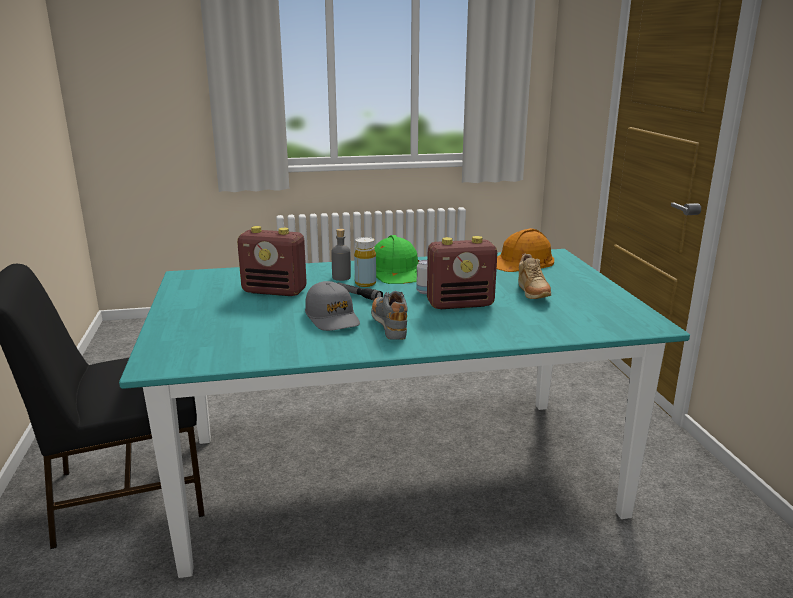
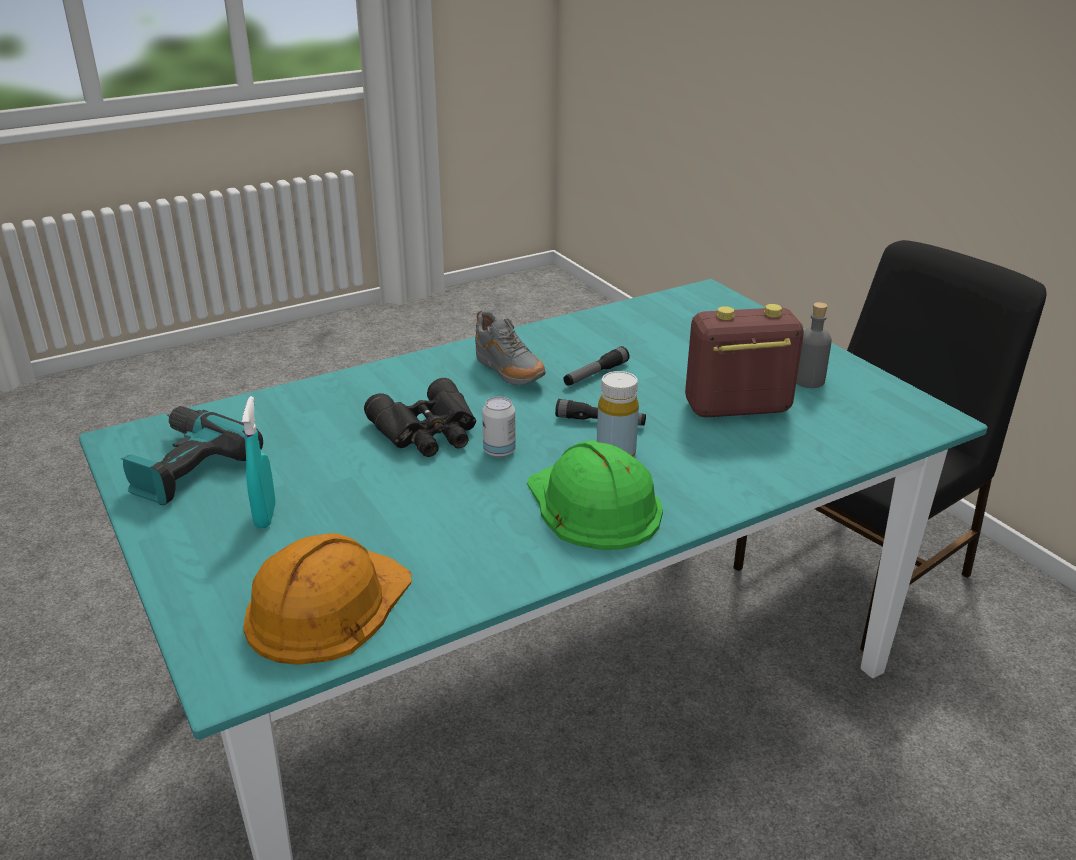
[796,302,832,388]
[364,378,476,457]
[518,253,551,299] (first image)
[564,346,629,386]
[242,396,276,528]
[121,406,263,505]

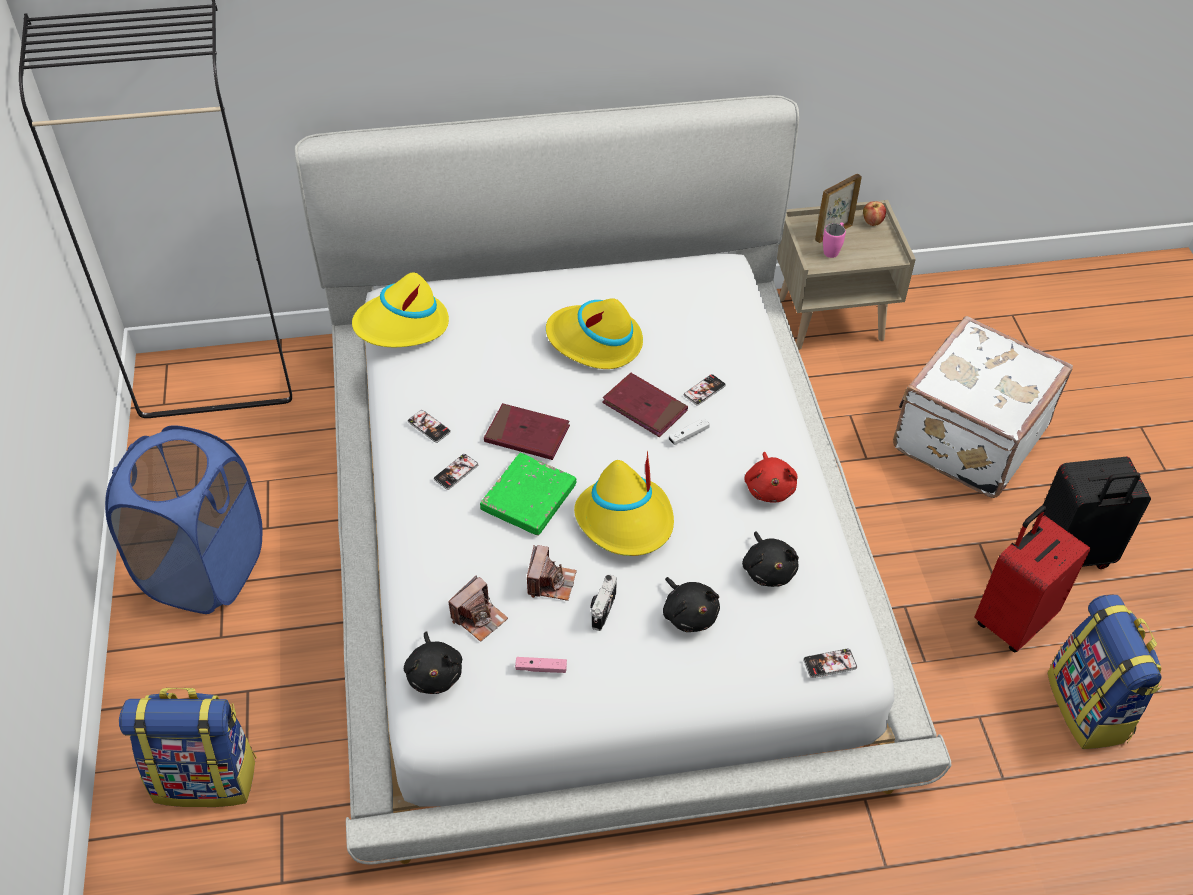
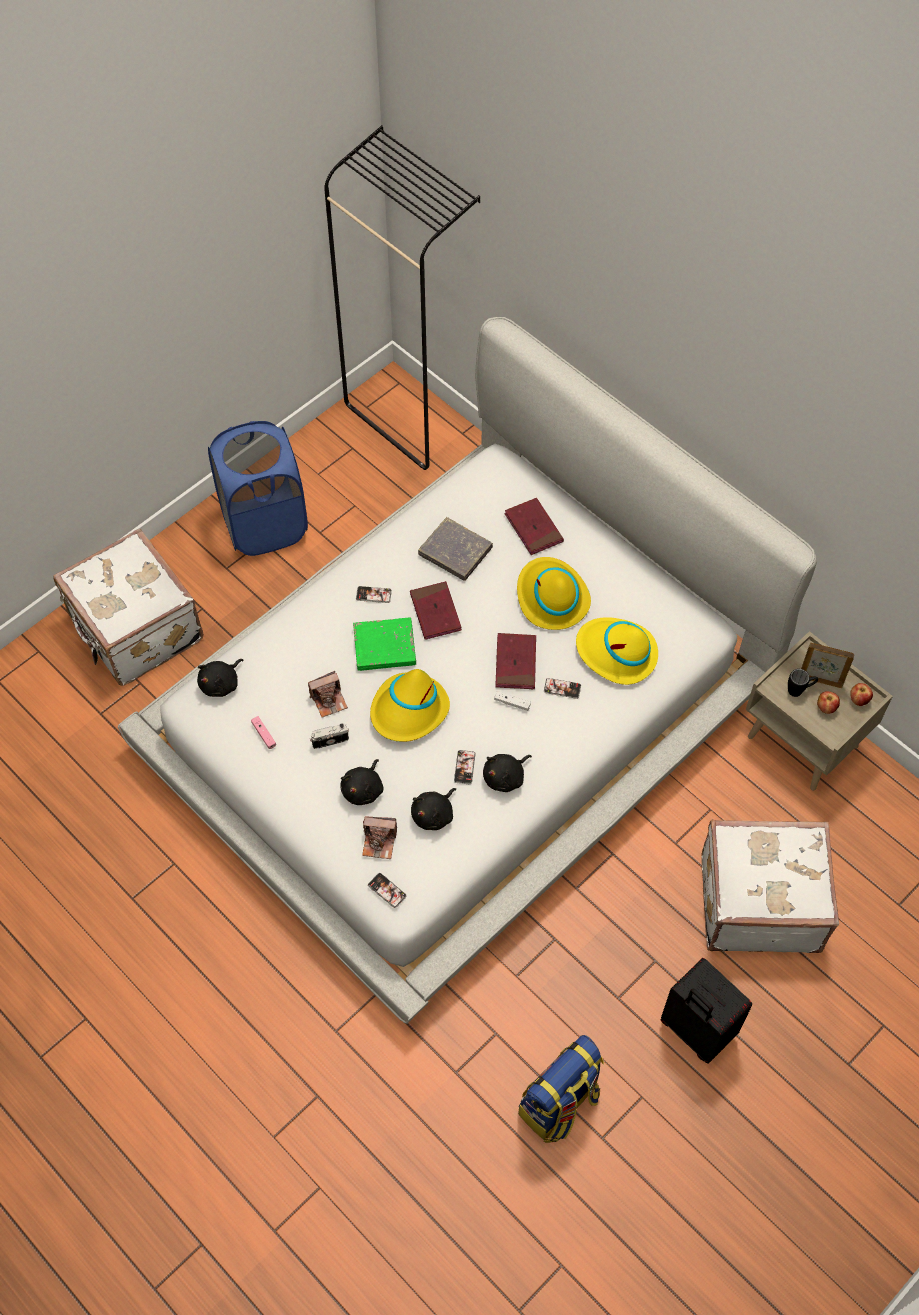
[788,669,818,697]
[576,617,658,685]
[454,750,476,784]
[483,754,532,792]
[974,505,1091,652] (first image)
[362,817,397,859]
[54,528,204,686]
[504,498,564,555]
[418,517,493,581]
[817,691,840,714]

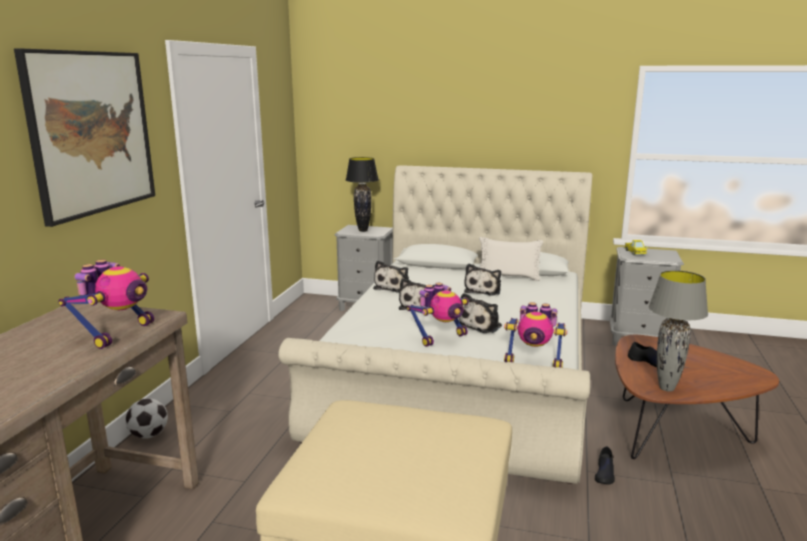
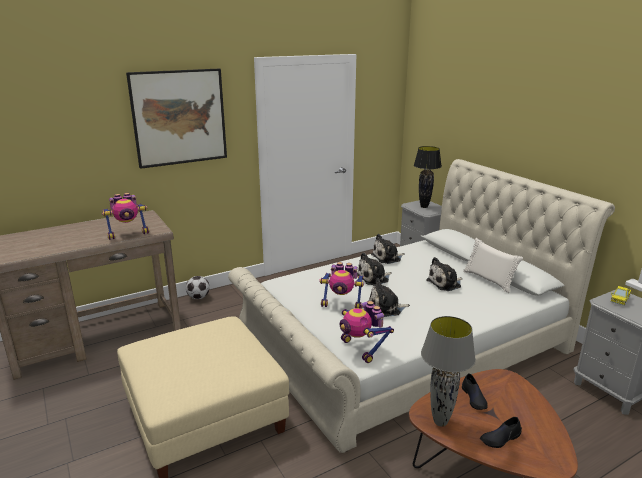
[480,417,522,448]

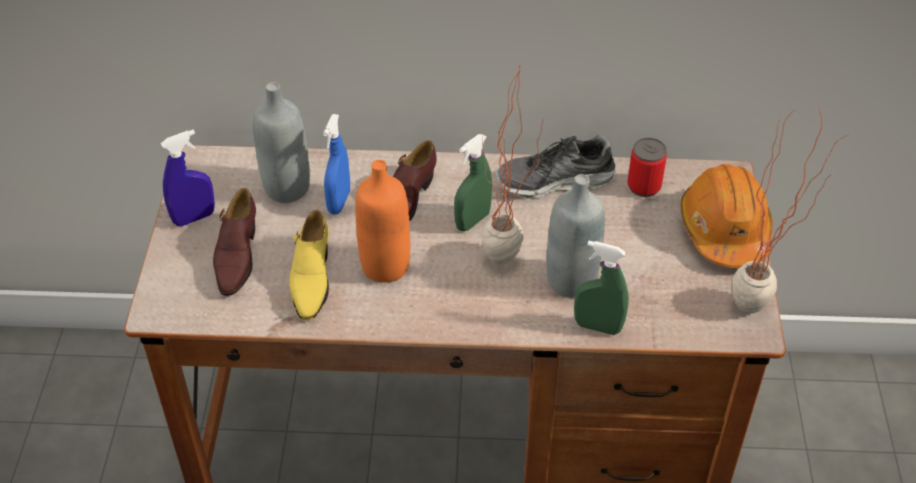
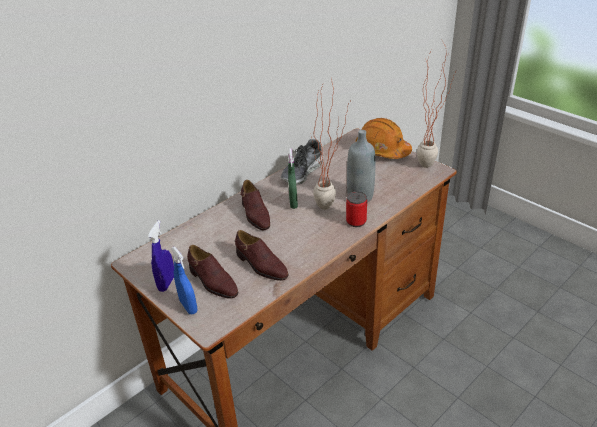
[253,82,310,203] (first image)
[171,246,197,314]
[346,191,367,227]
[355,160,410,283] (first image)
[235,230,289,281]
[574,241,629,335] (first image)

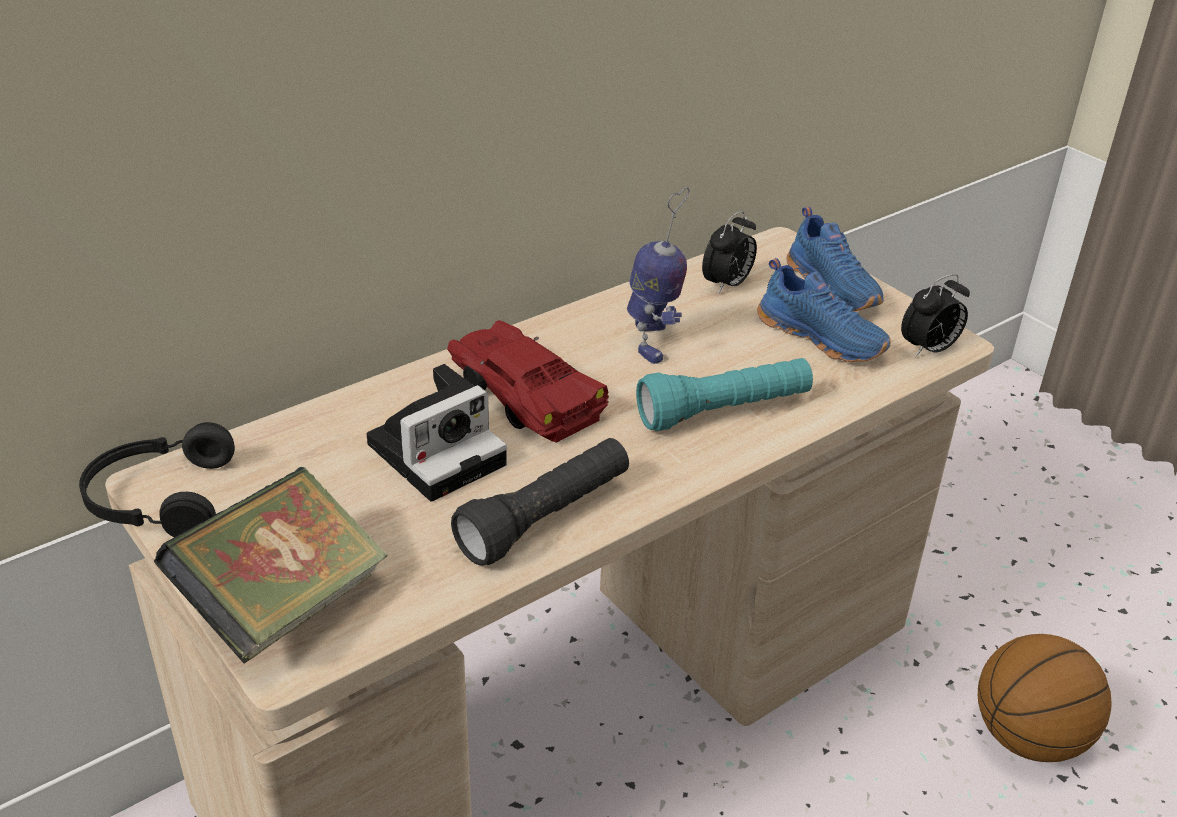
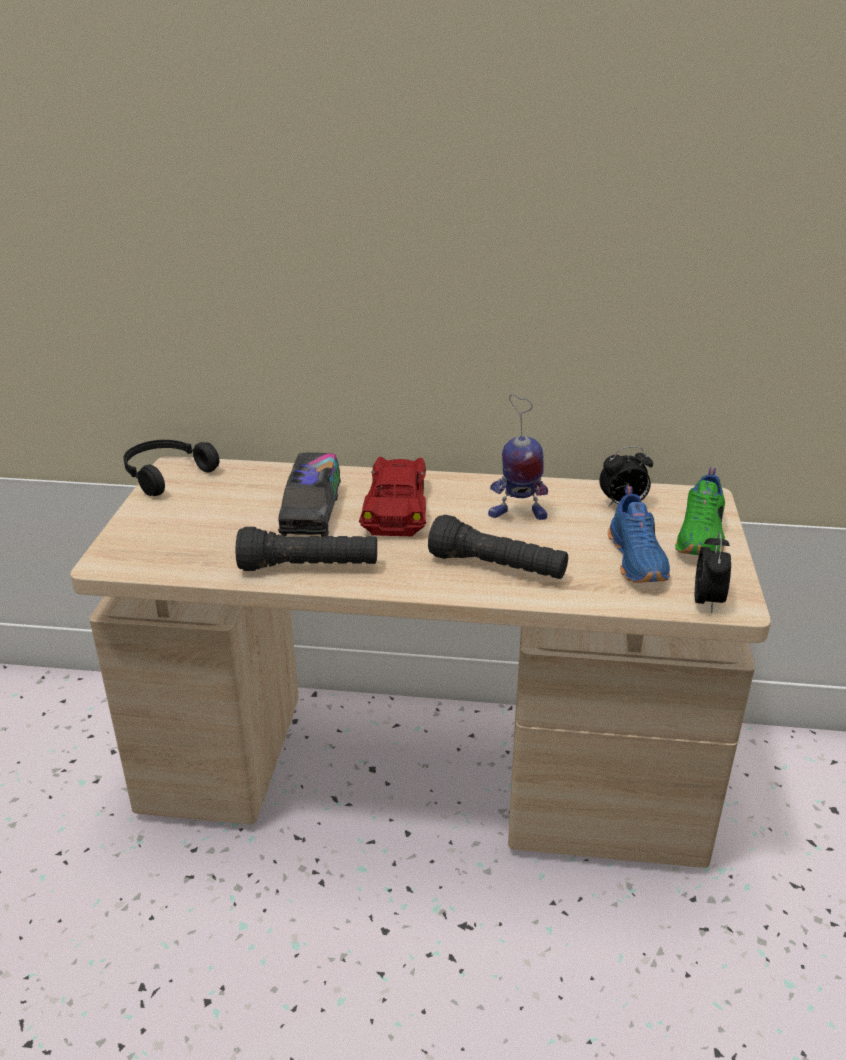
[488,394,548,520]
[675,467,725,555]
[695,532,731,613]
[428,515,568,579]
[278,453,341,537]
[154,467,388,664] (first image)
[978,634,1112,762] (first image)

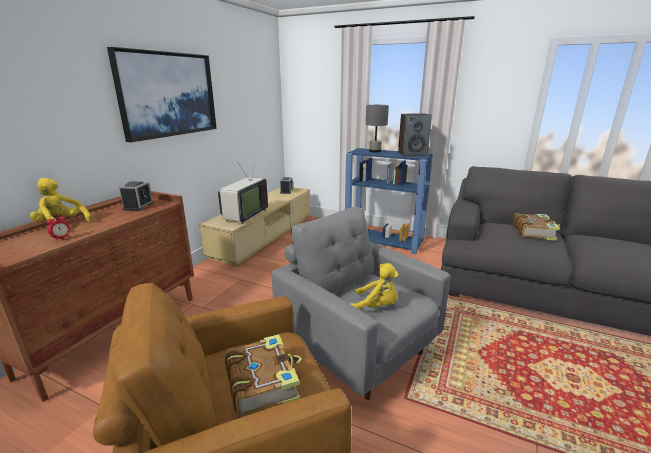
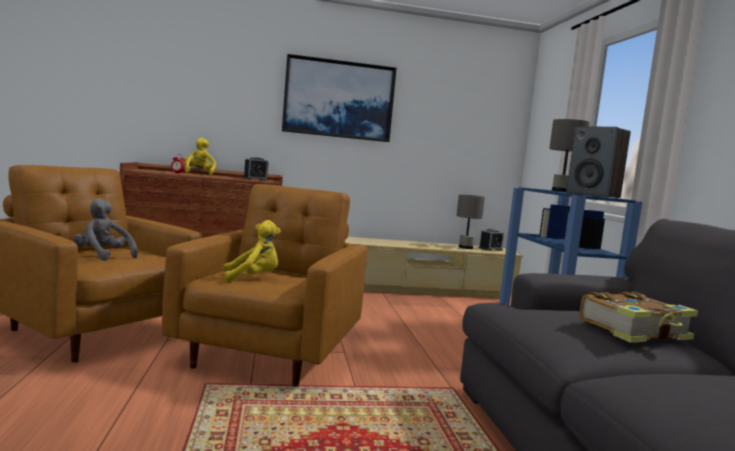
[218,153,268,224] (first image)
[162,184,367,387]
[223,220,281,282]
[73,198,138,261]
[457,194,485,249]

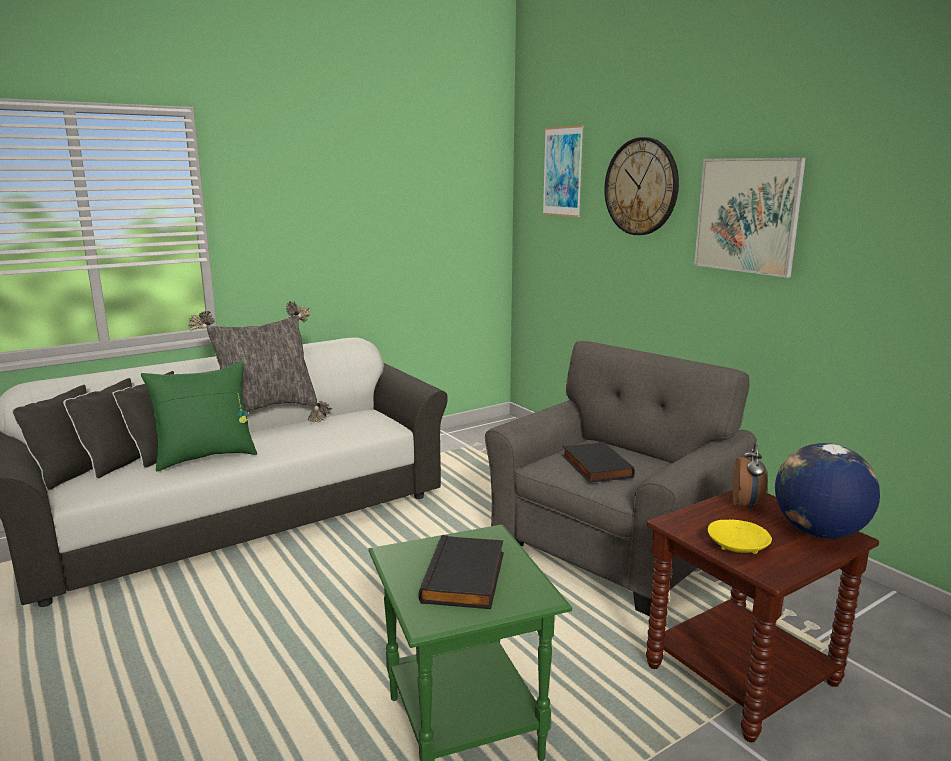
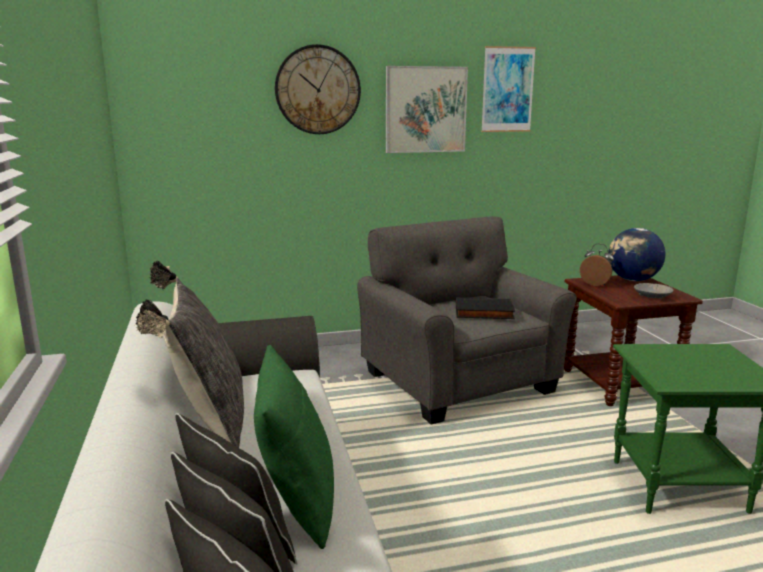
[481,46,536,132]
[634,283,674,299]
[419,535,504,609] (first image)

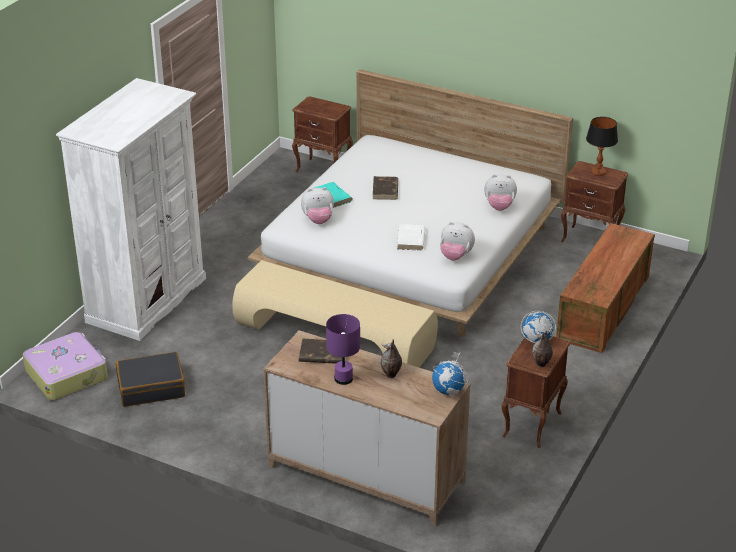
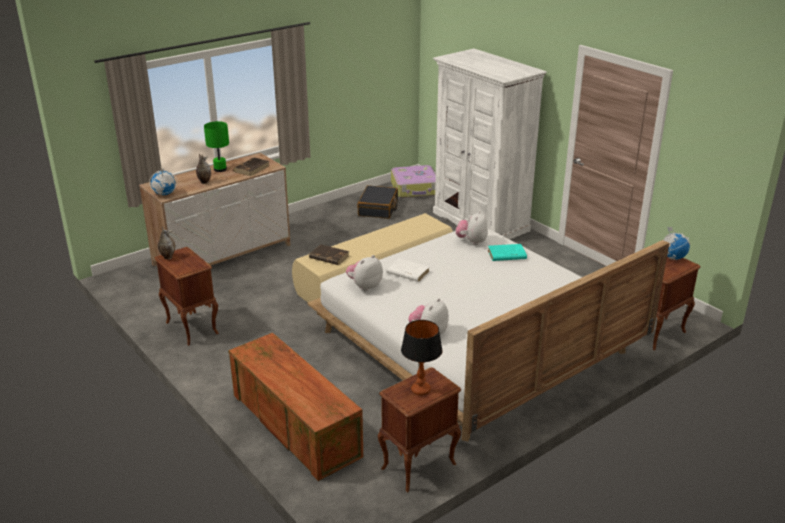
[309,244,349,265]
[664,227,690,260]
[204,121,229,172]

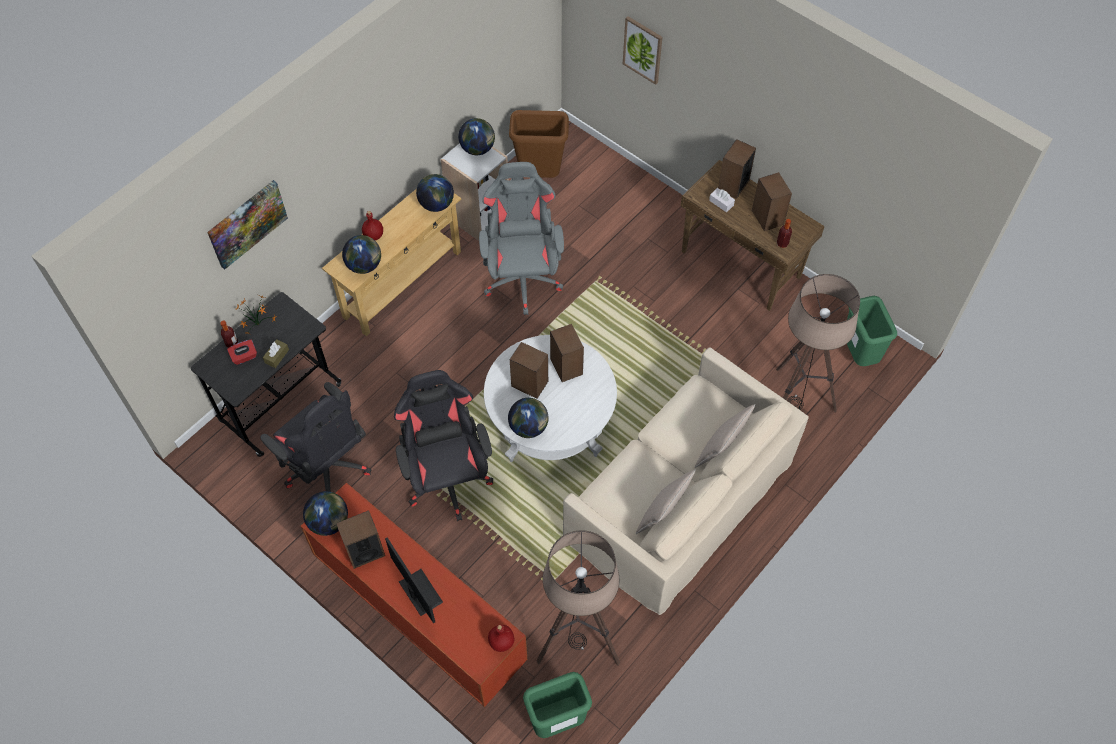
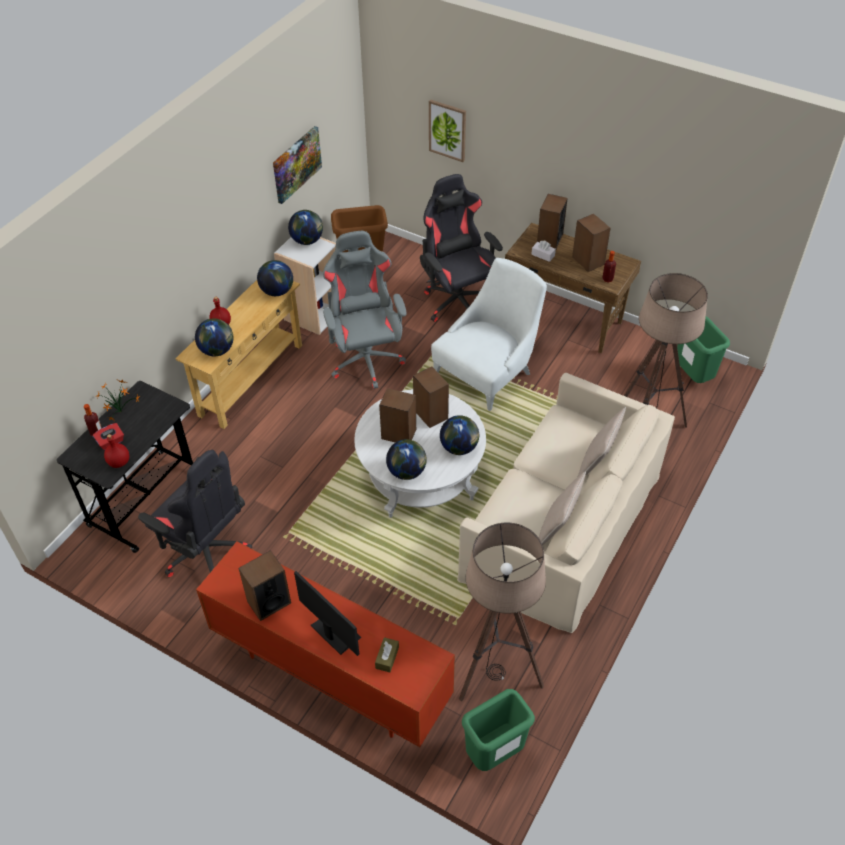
[273,126,322,204]
[375,637,399,672]
[420,174,503,322]
[440,415,479,455]
[104,434,129,468]
[431,258,547,411]

